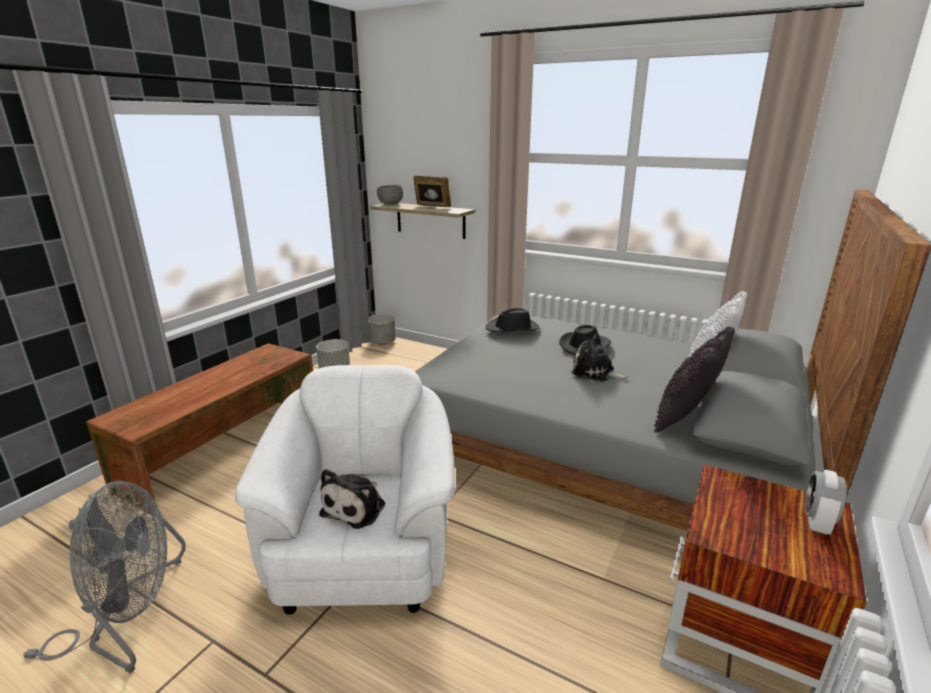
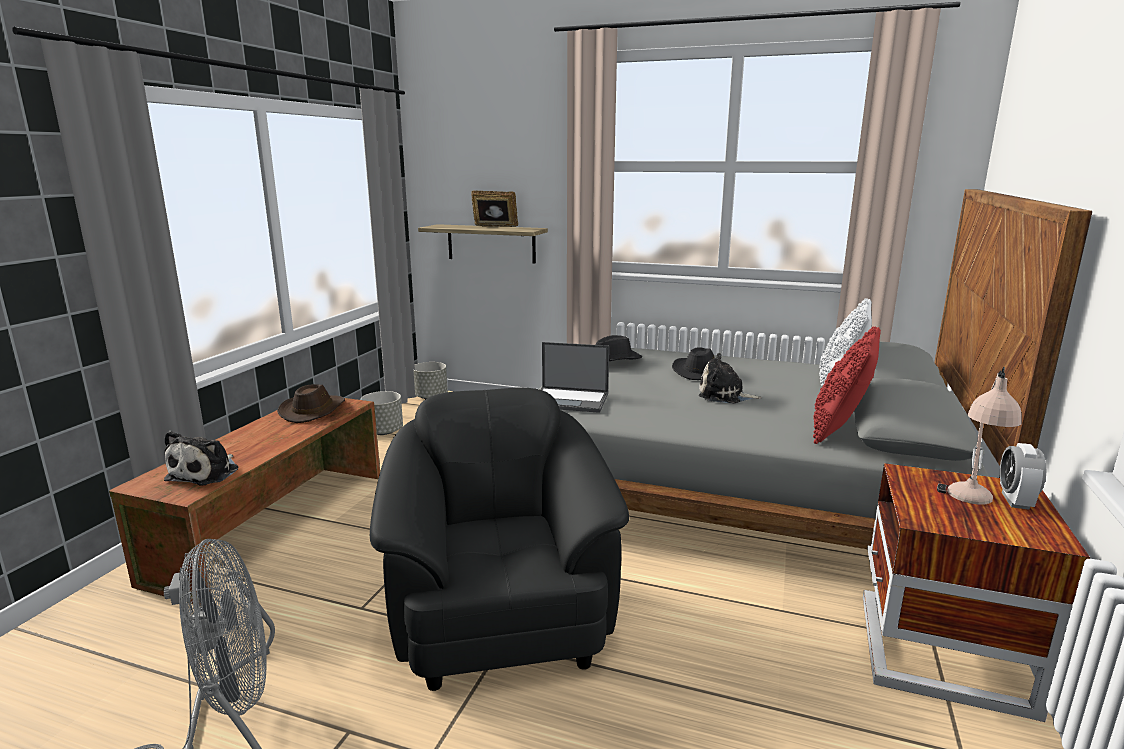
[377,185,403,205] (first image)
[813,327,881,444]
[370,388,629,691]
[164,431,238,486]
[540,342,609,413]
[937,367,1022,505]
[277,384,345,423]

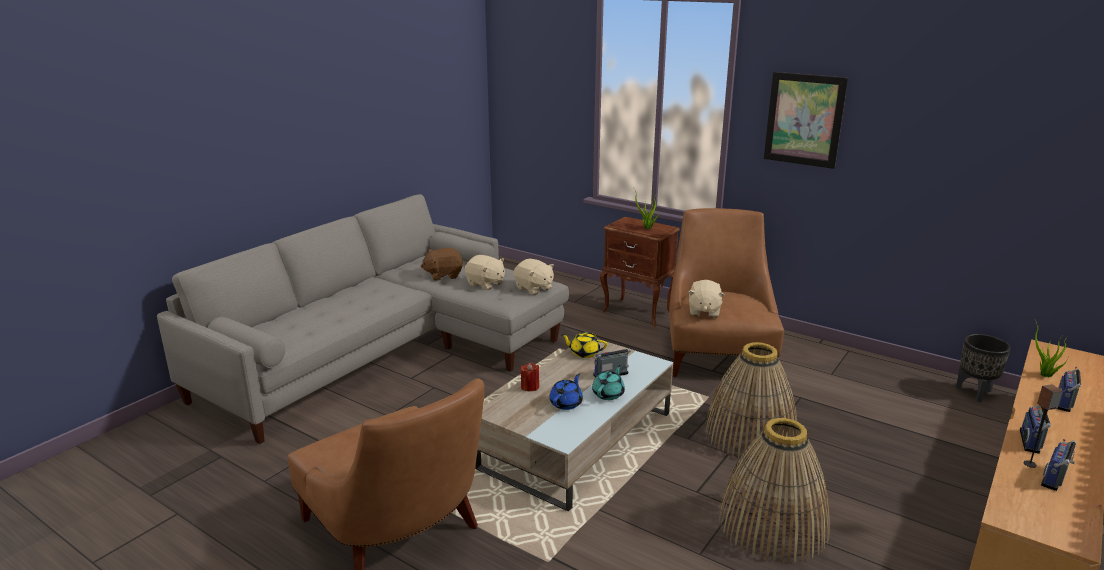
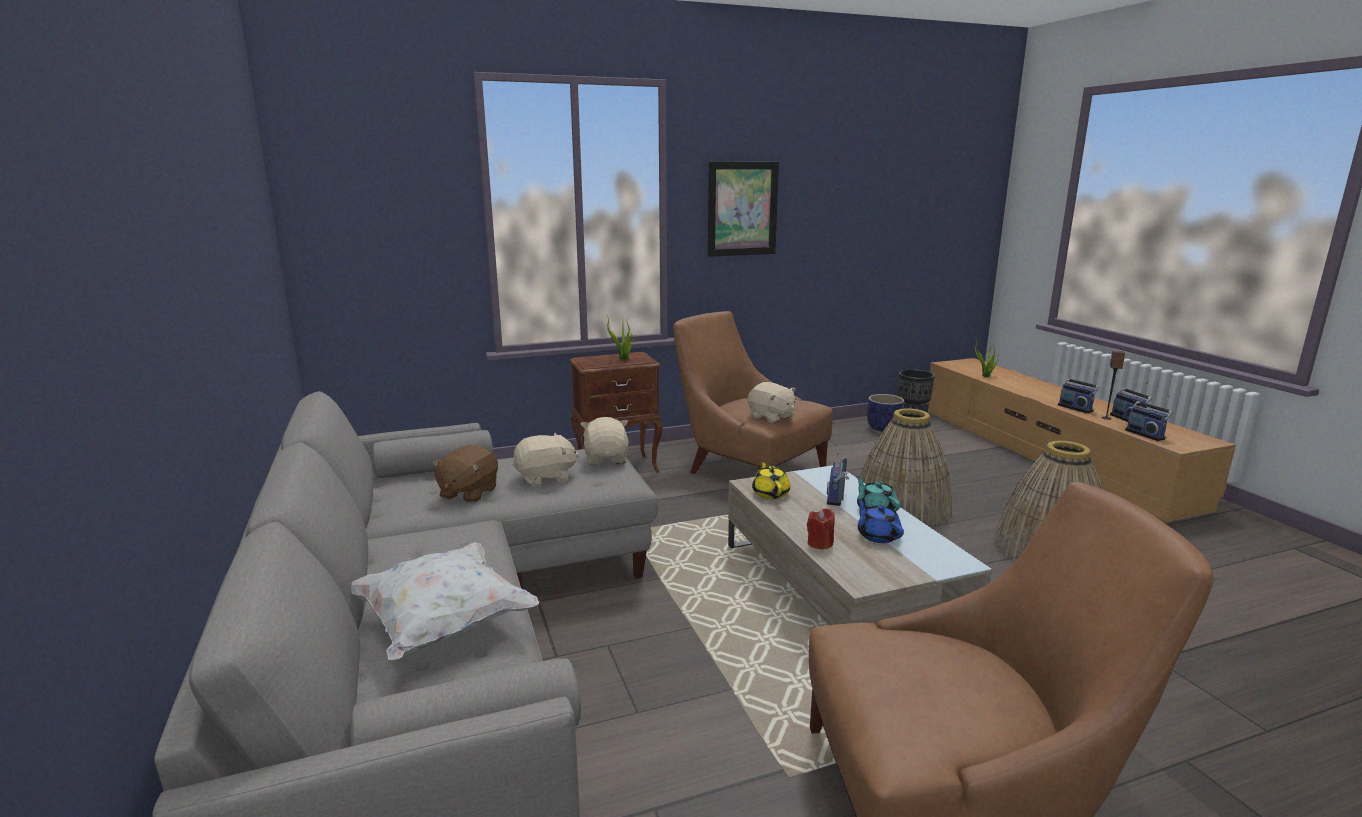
[581,417,629,466]
[752,461,790,499]
[1125,395,1173,441]
[867,394,904,432]
[351,542,540,660]

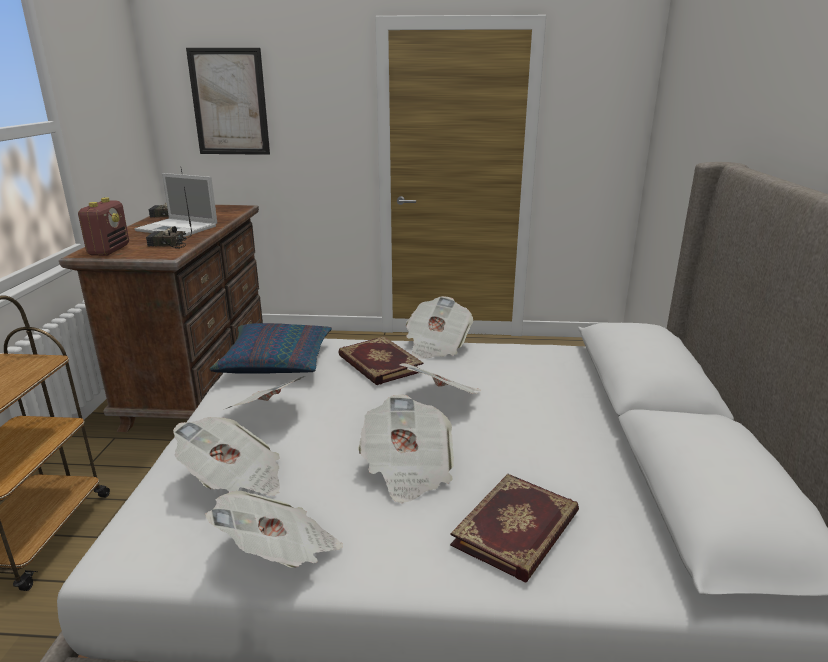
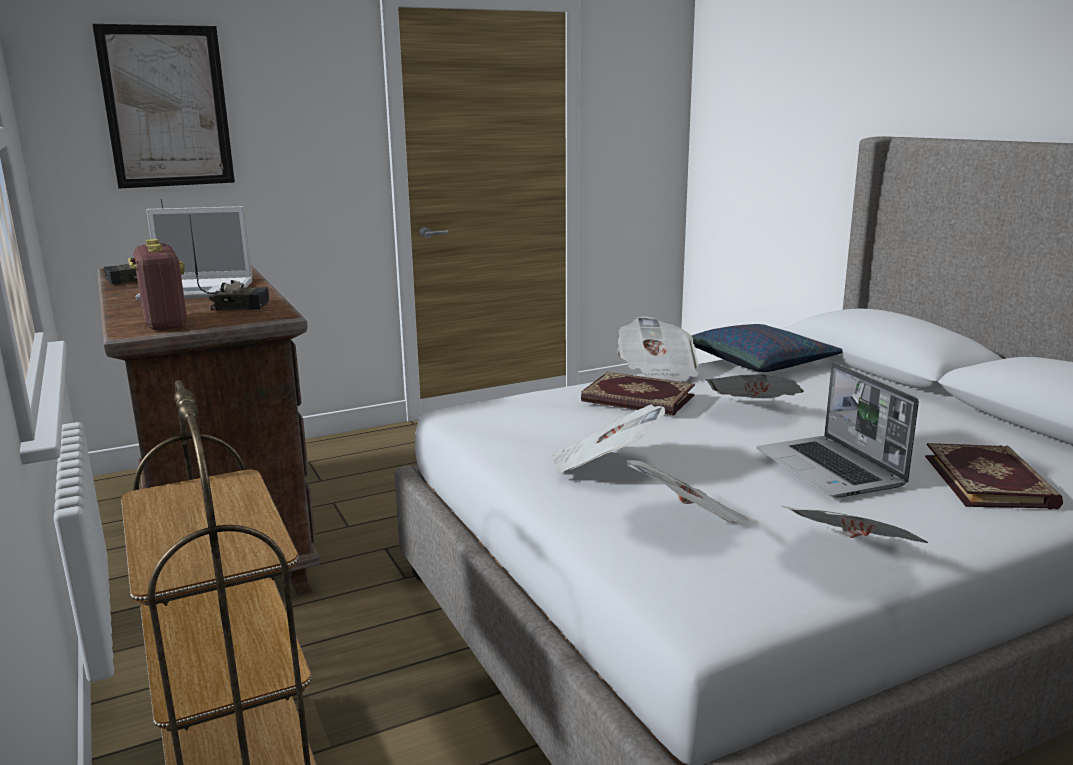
[189,215,269,311]
[692,324,843,372]
[757,363,919,498]

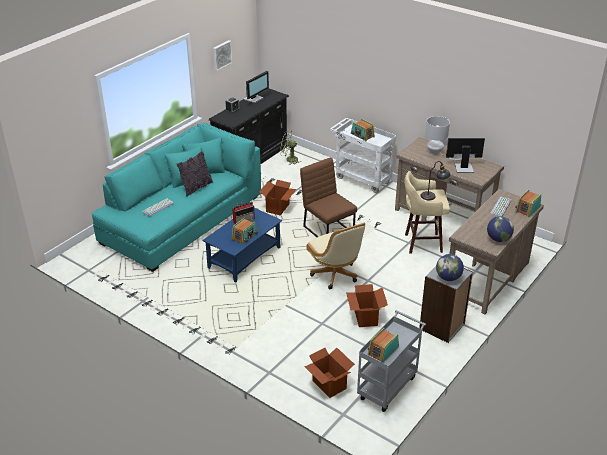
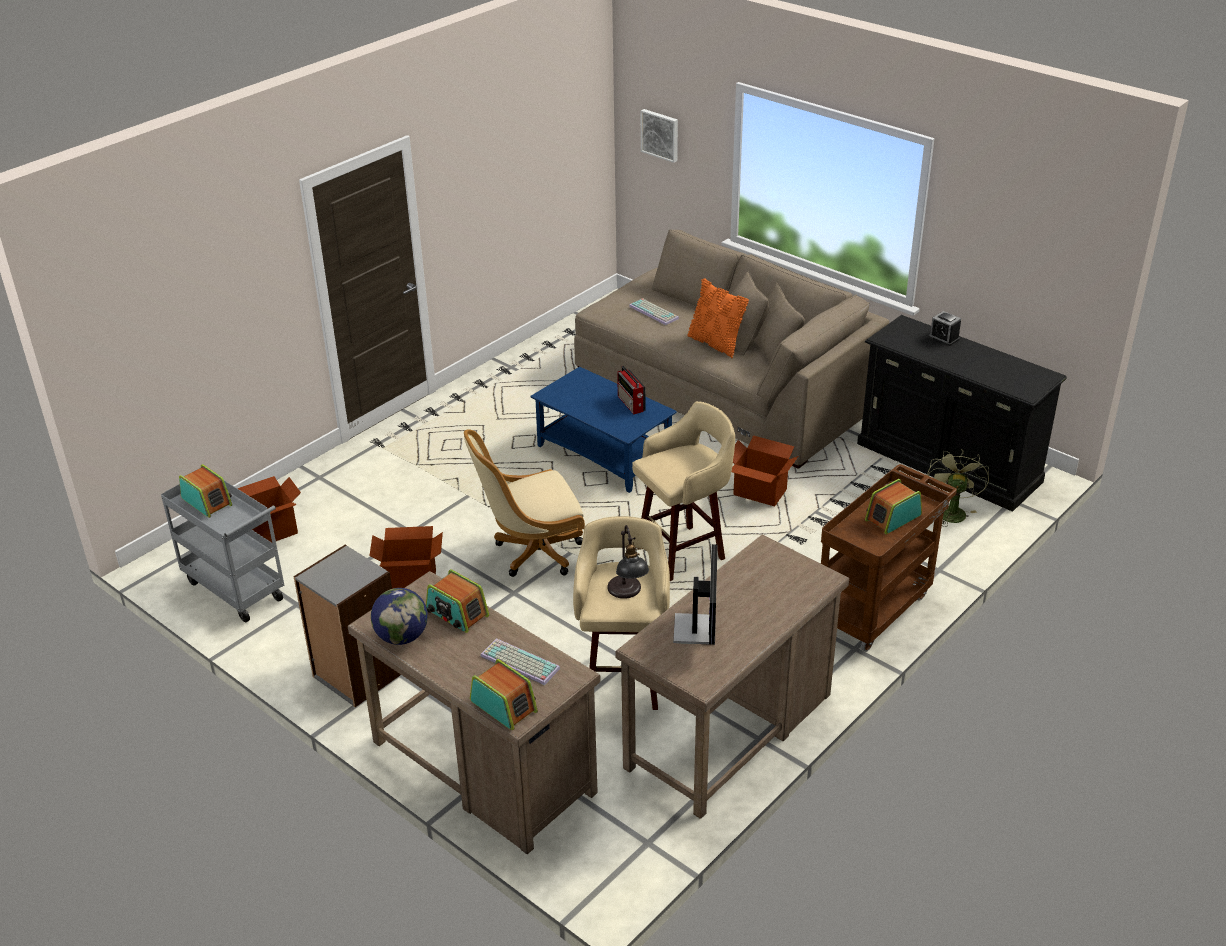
[641,109,678,163]
[243,71,269,104] (first image)
[425,116,462,161] (first image)
[821,464,957,652]
[574,229,889,469]
[687,278,749,358]
[632,401,735,581]
[426,569,489,633]
[436,254,464,281] (first image)

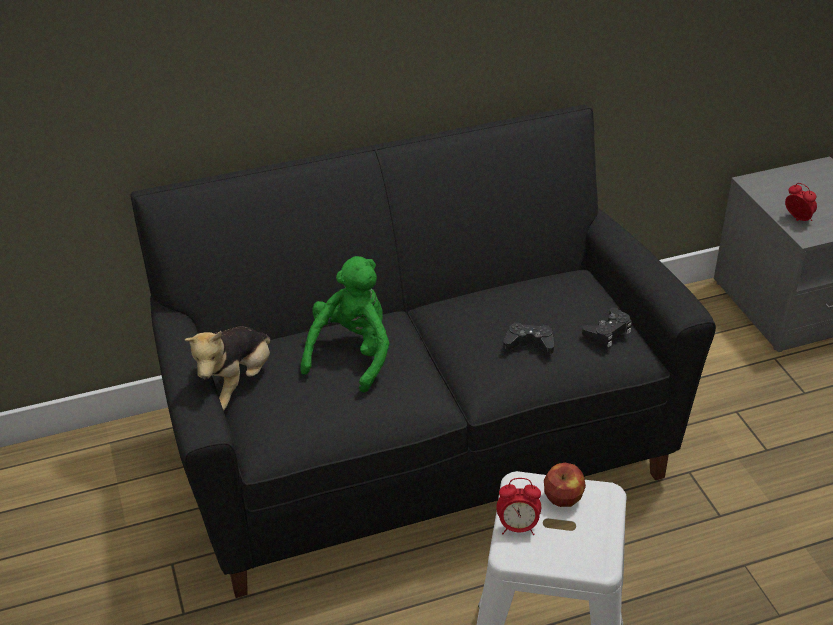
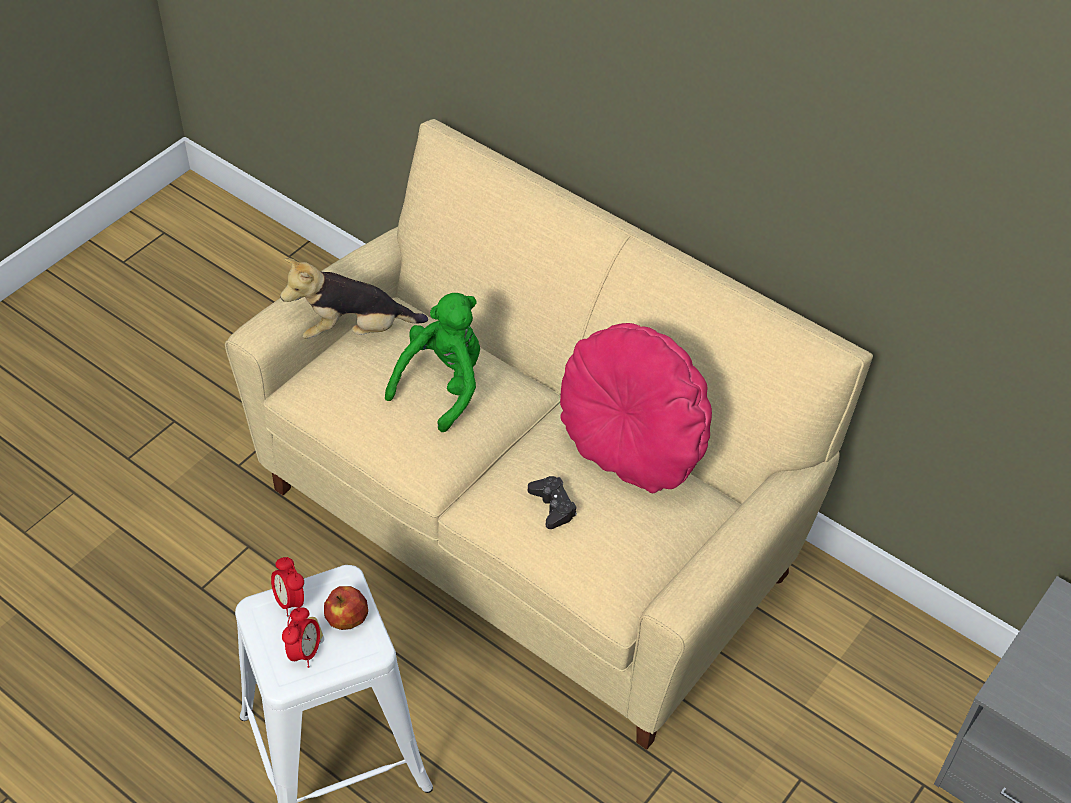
[225,119,873,750]
[282,607,320,668]
[385,293,480,432]
[582,307,632,347] (first image)
[560,323,712,493]

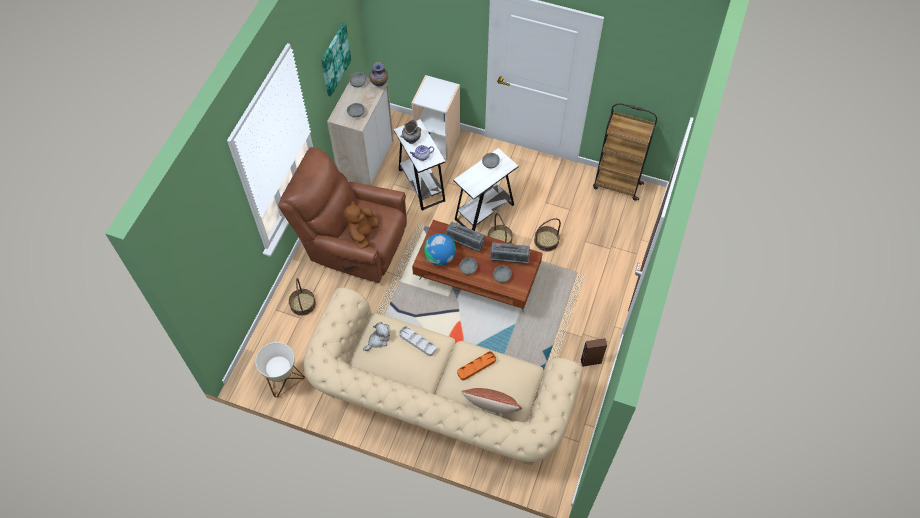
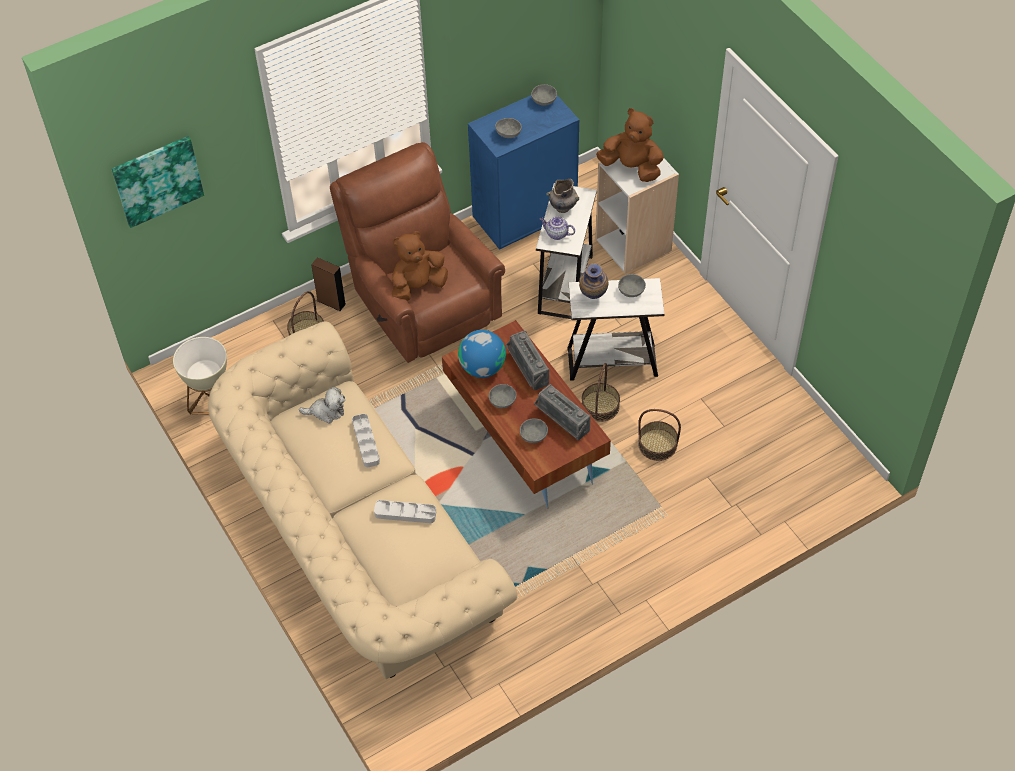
[112,136,204,228]
[579,263,609,299]
[468,95,579,250]
[593,103,657,201] (first image)
[311,257,346,311]
[374,500,436,523]
[461,388,522,413] (first image)
[596,108,664,182]

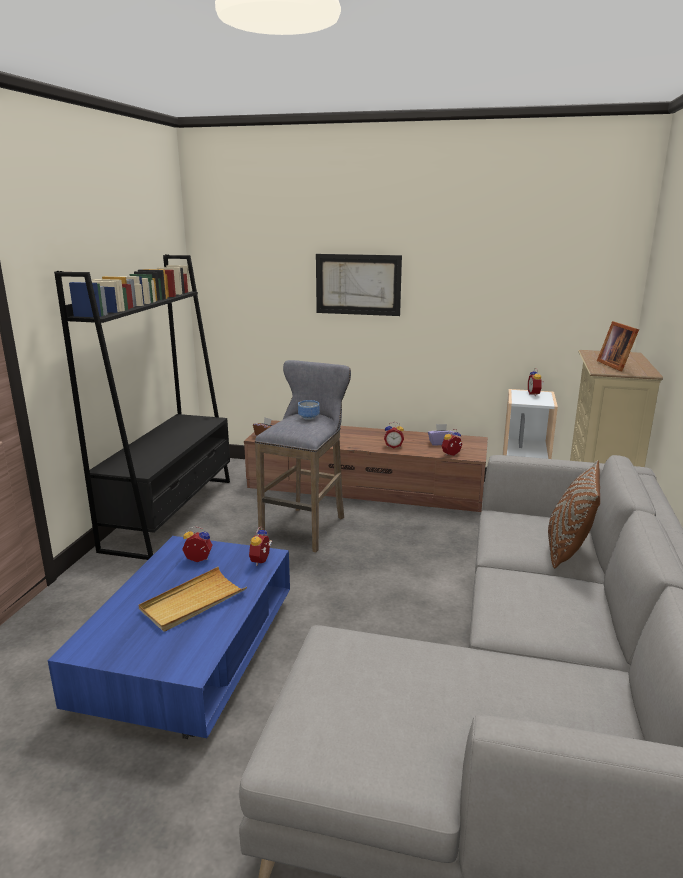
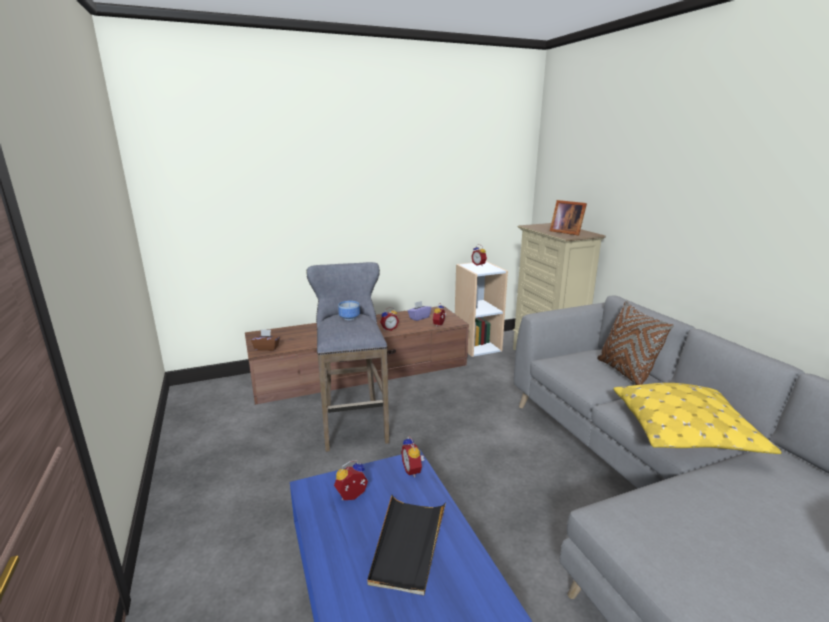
[54,254,230,560] (first image)
[316,254,402,316] (first image)
[367,495,446,595]
[613,383,782,454]

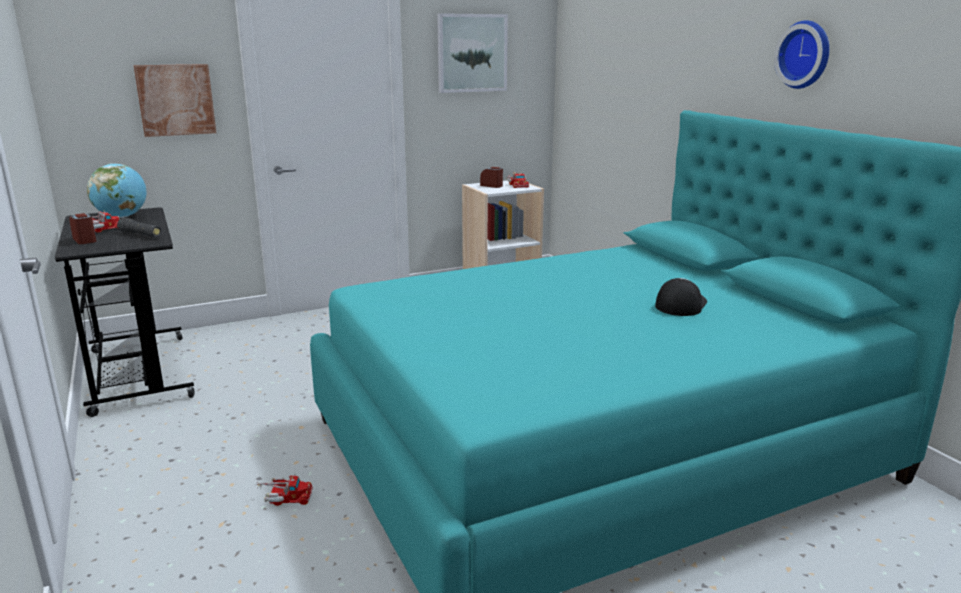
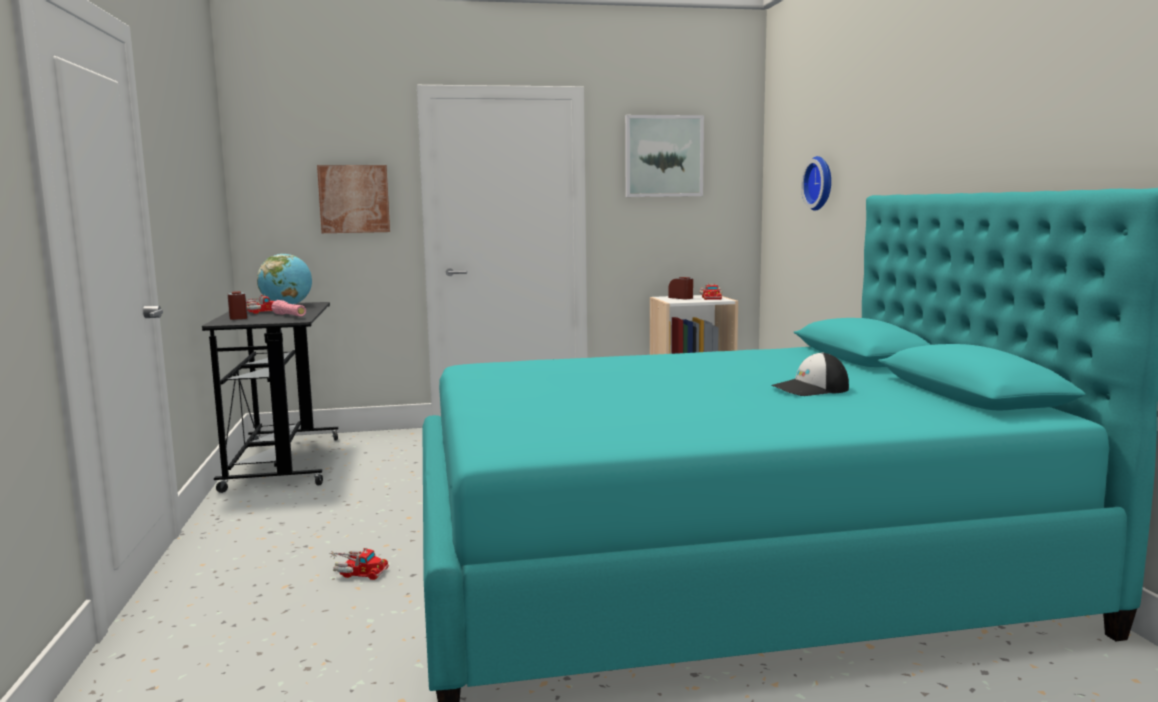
[801,156,831,211]
[271,300,306,317]
[771,352,849,396]

